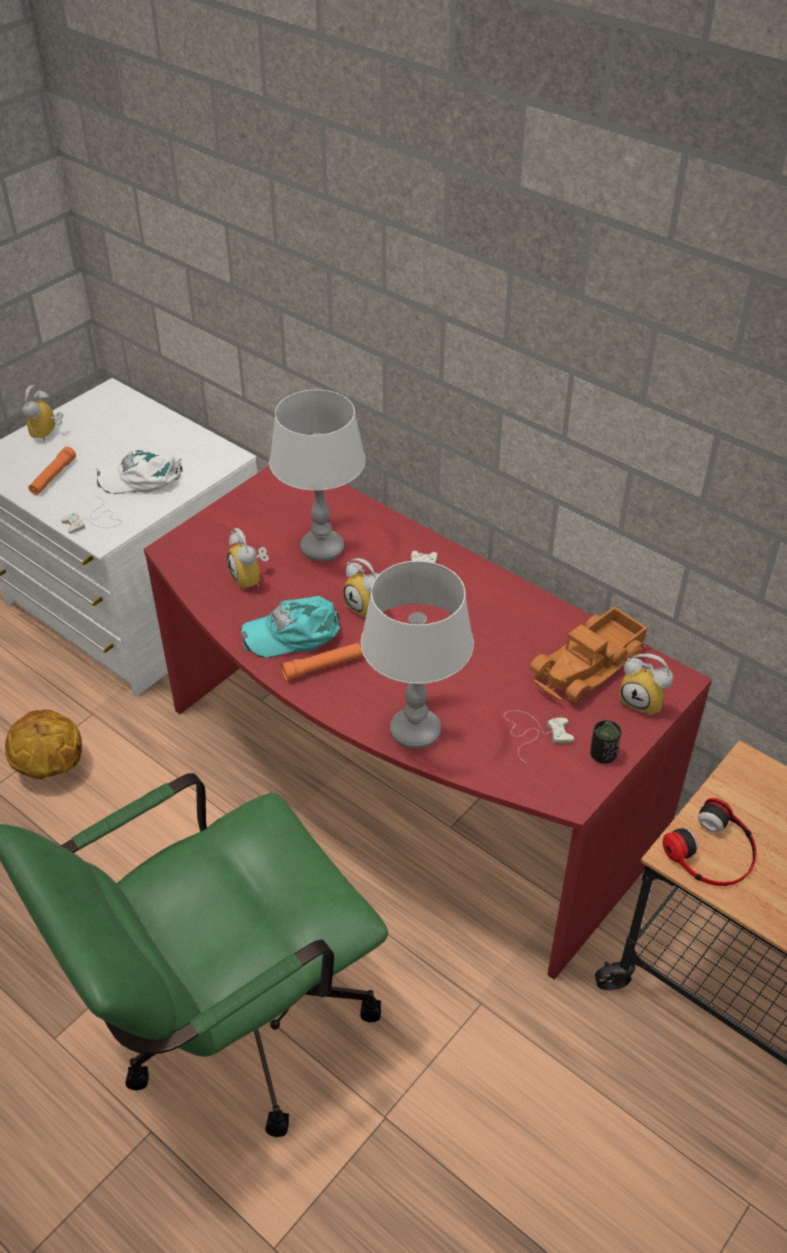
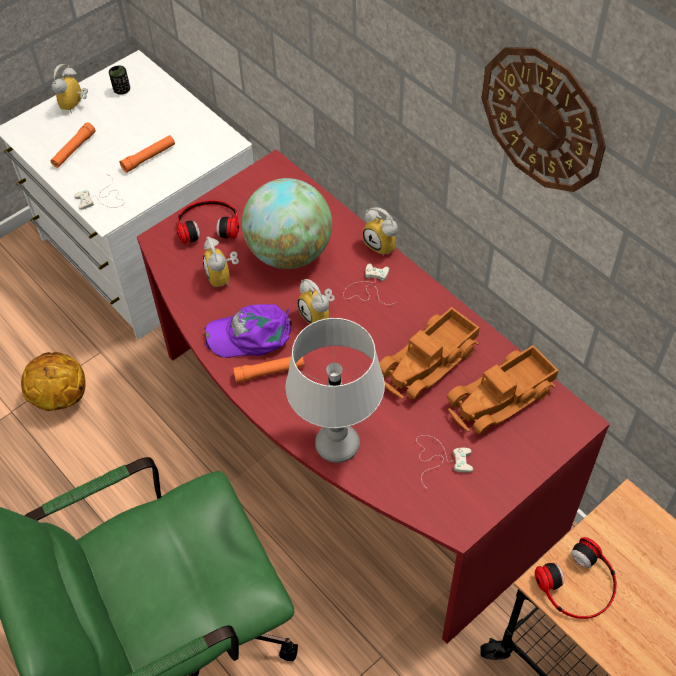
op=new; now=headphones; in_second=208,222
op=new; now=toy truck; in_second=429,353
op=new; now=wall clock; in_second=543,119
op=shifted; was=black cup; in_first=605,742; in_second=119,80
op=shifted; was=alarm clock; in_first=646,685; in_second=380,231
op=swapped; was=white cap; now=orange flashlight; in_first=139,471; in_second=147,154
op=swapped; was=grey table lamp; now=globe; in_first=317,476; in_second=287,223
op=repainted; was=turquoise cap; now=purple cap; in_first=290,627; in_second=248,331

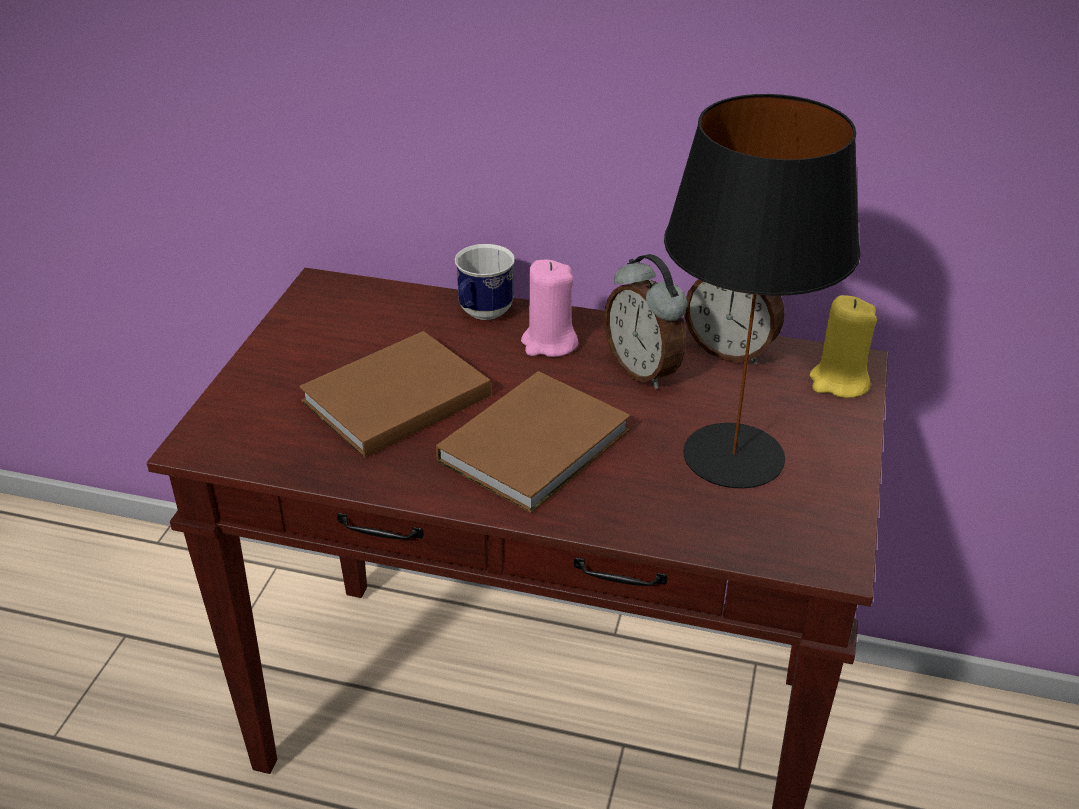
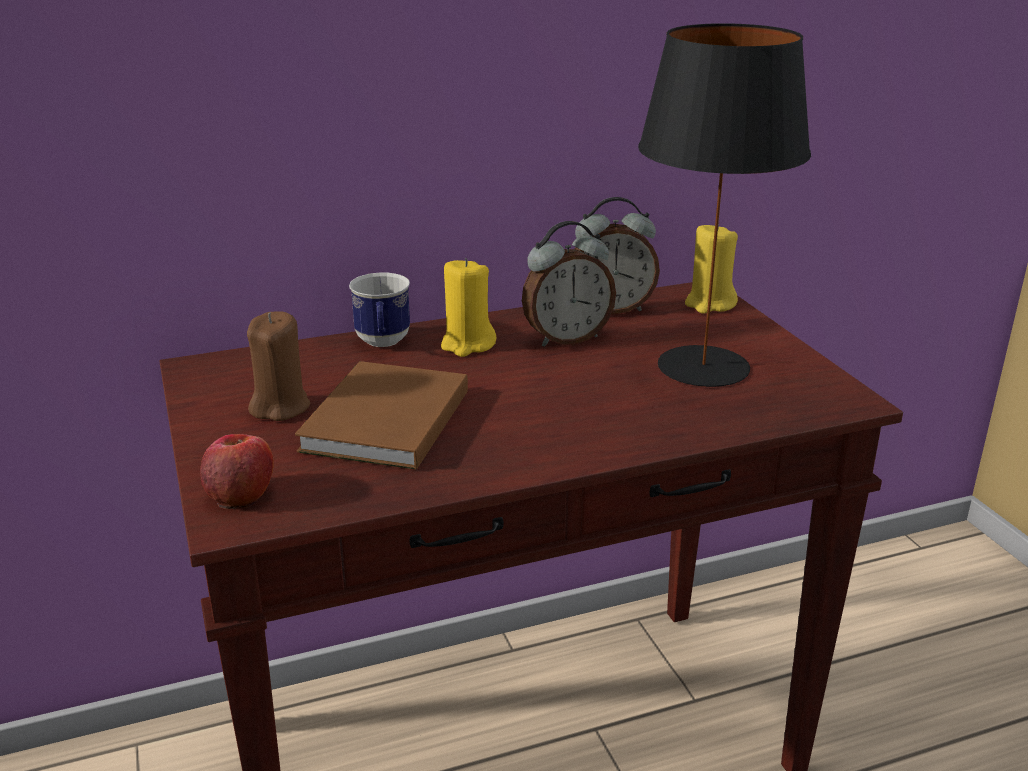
op=gone; was=brown book; in_first=533,442
op=new; now=apple; in_second=237,471
op=new; now=brown candle; in_second=279,366
op=repainted; was=pink candle; now=yellow candle; in_first=549,308; in_second=468,307
op=rotated; was=alarm clock; in_first=645,321; in_second=569,284; clockwise=-45

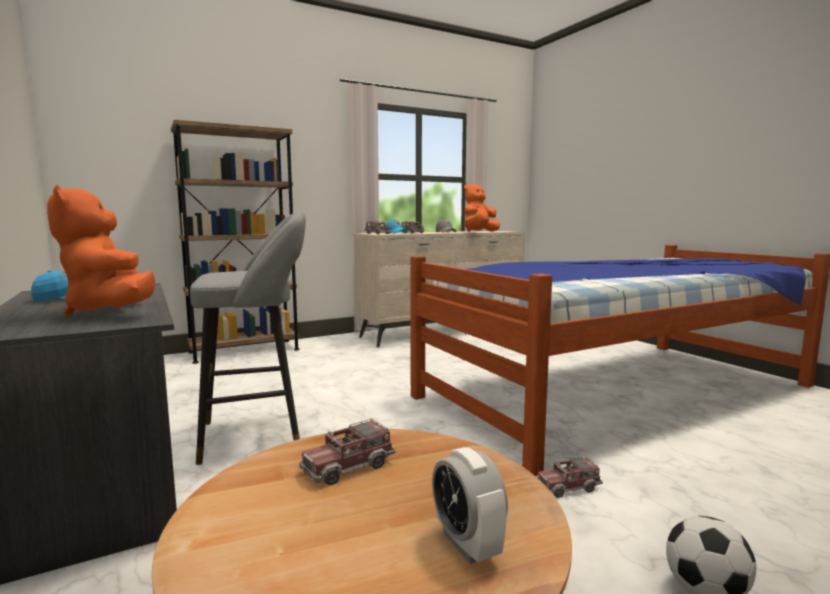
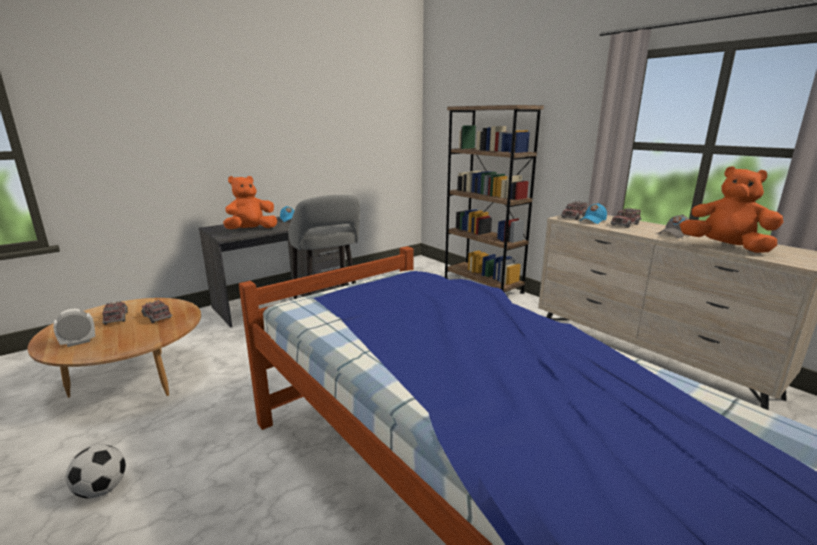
op=shifted; was=toy truck; in_first=570,477; in_second=115,313

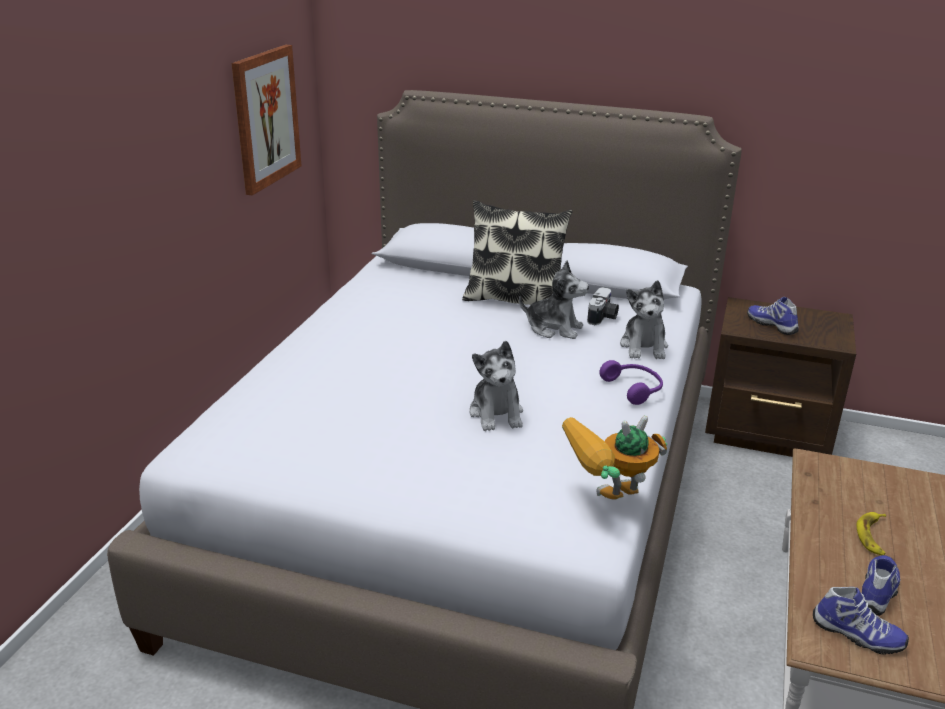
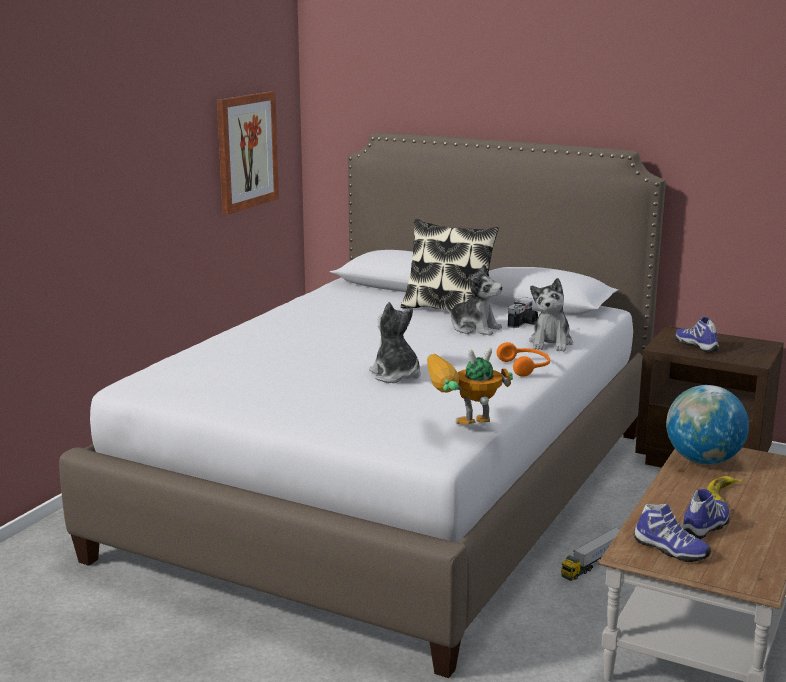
op=new; now=toy truck; in_second=590,554
op=new; now=globe; in_second=707,424
op=repainted; was=purple headphones; now=orange headphones; in_first=631,382; in_second=523,359
op=rotated; was=plush toy; in_first=496,386; in_second=395,342; clockwise=150

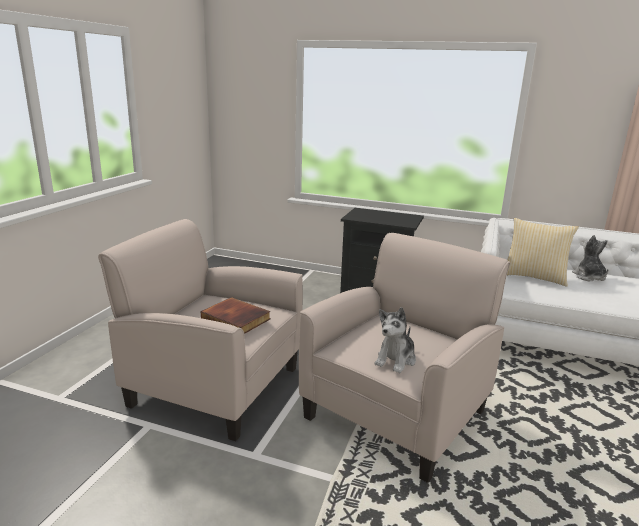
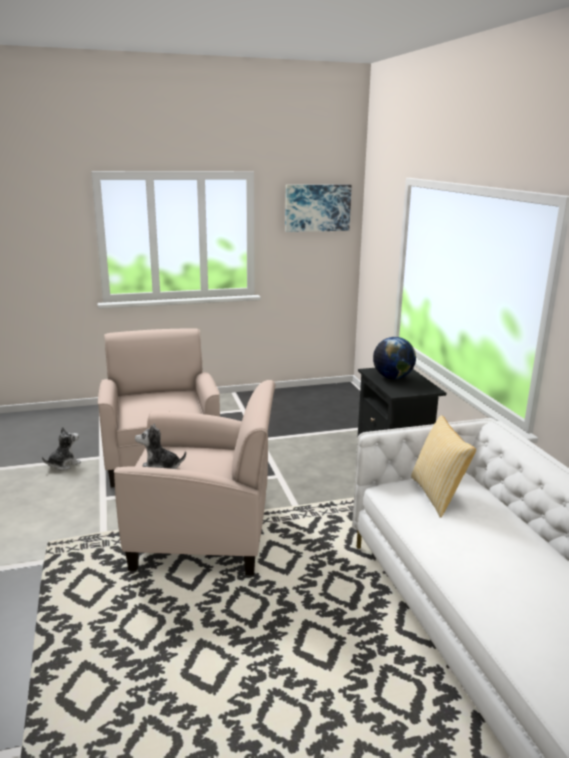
op=gone; was=book; in_first=235,315
op=new; now=picture; in_second=318,208
op=new; now=globe; in_second=394,358
op=shifted; was=plush toy; in_first=590,258; in_second=61,448

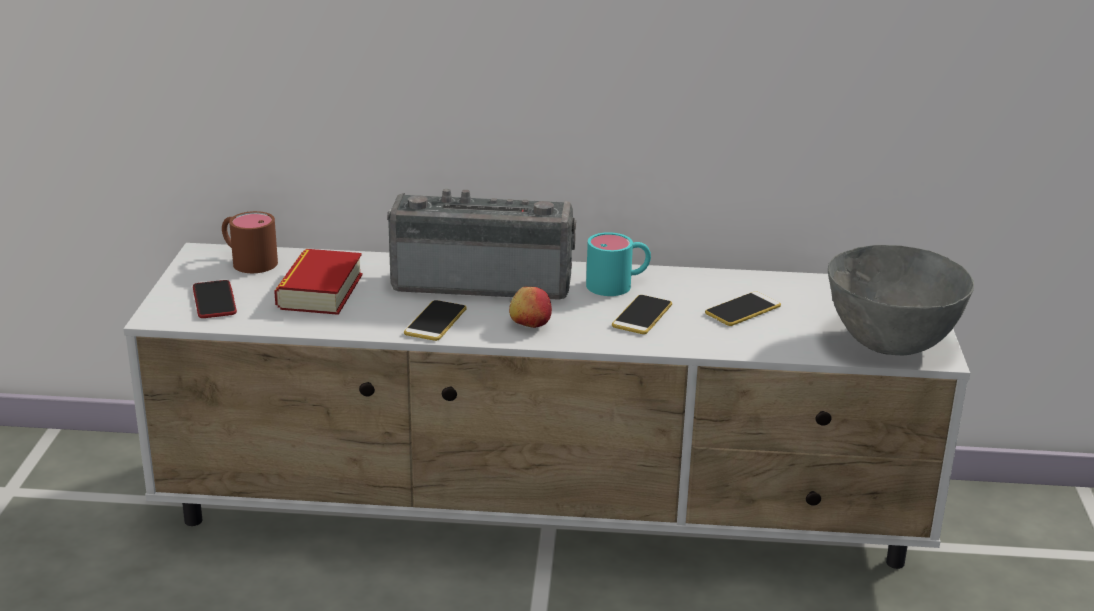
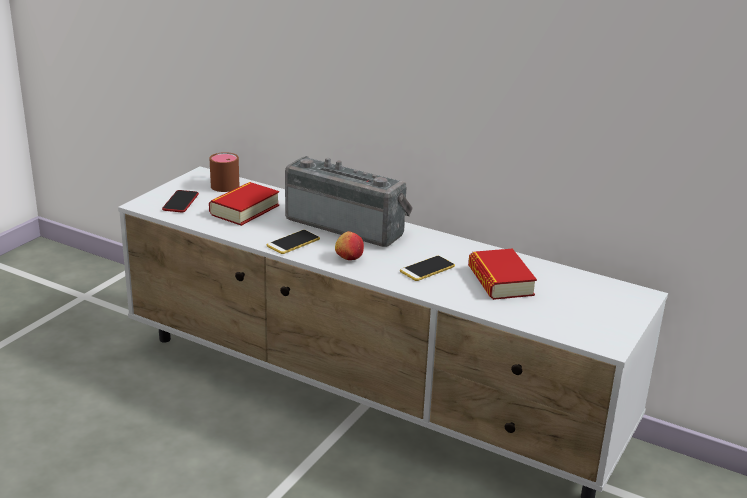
op=gone; was=turquoise mug; in_first=618,264
op=gone; was=grey bowl; in_first=901,300
op=swapped; was=phone; now=book; in_first=743,308; in_second=502,274

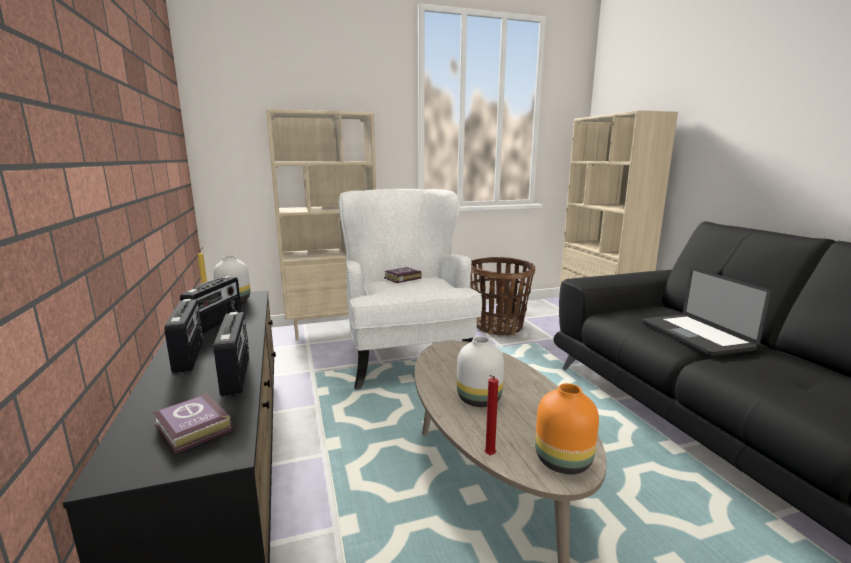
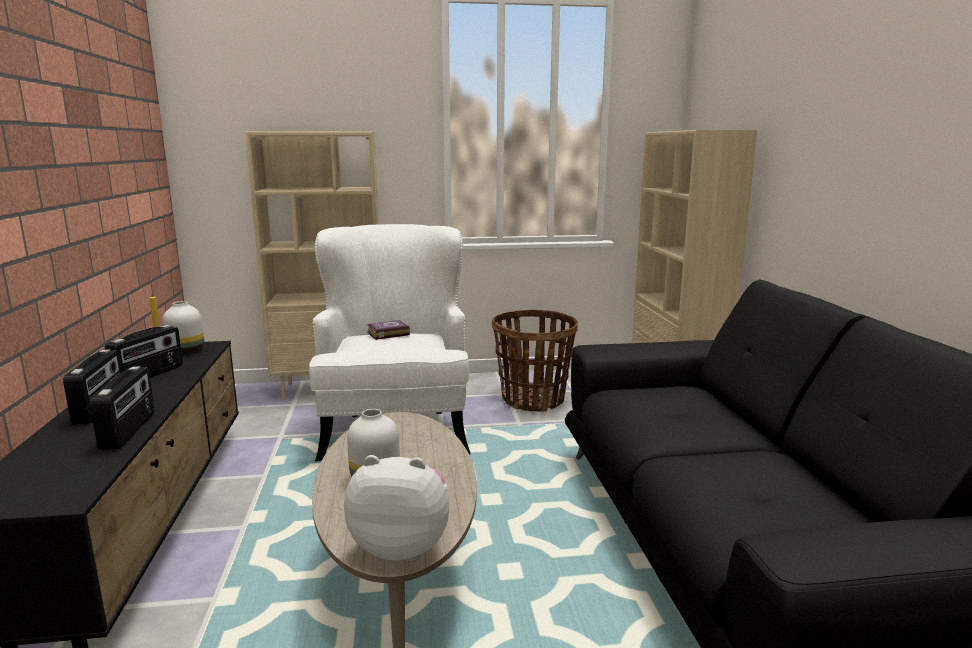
op=gone; was=book; in_first=192,423
op=gone; was=red candle; in_first=491,415
op=gone; was=laptop; in_first=706,312
op=swapped; was=orange vase; now=plush toy; in_first=567,428; in_second=396,508

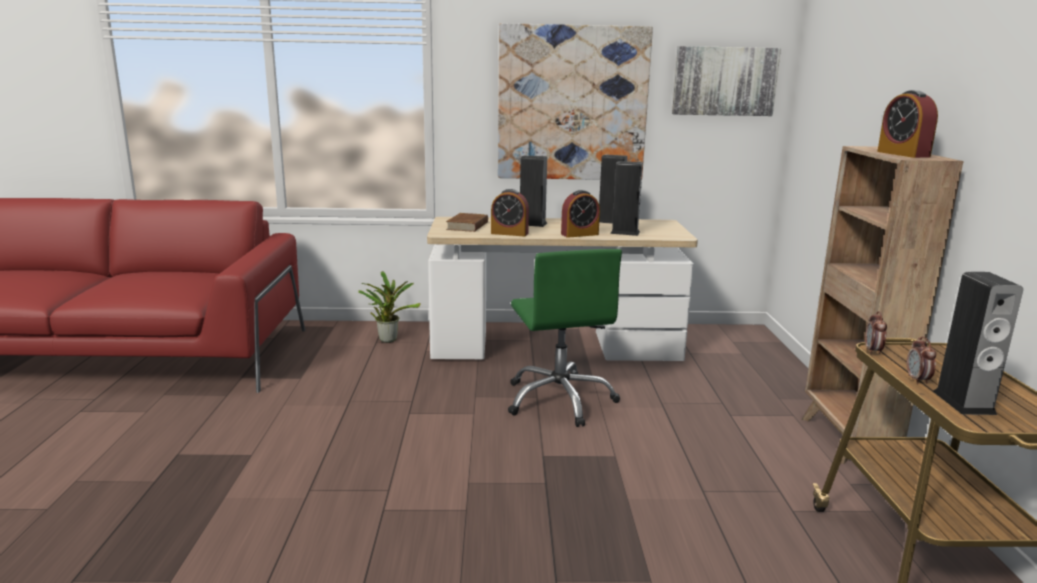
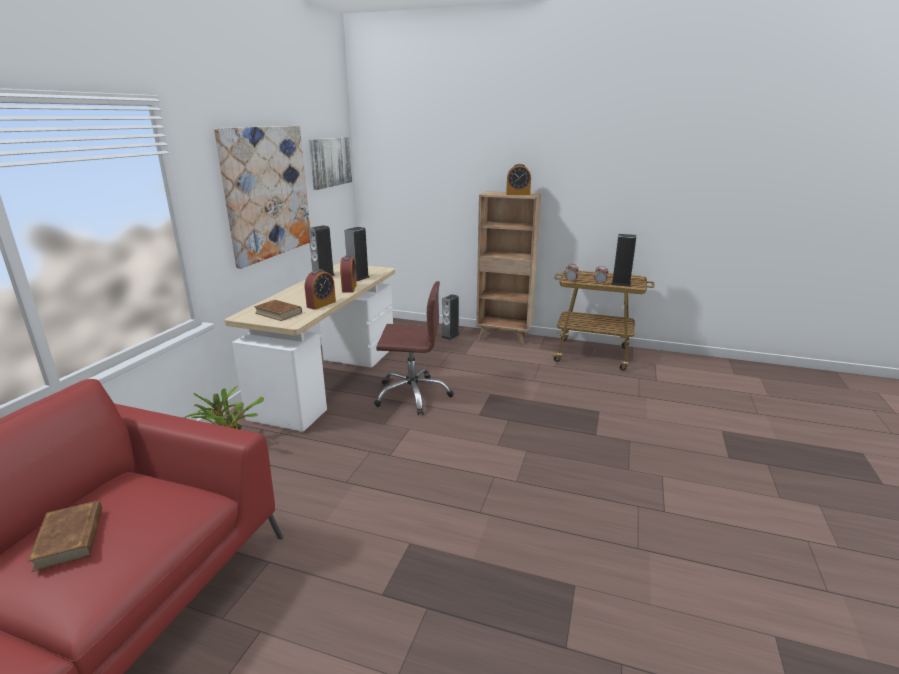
op=new; now=brown book; in_second=65,536
op=shifted; was=speaker; in_first=533,191; in_second=450,317
op=repainted; was=green office chair; now=brown office chair; in_first=565,338; in_second=414,348

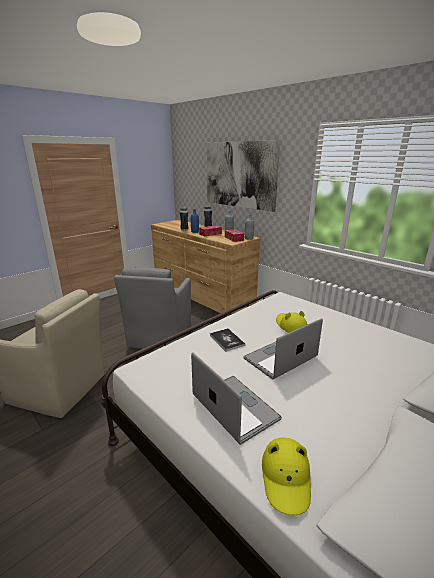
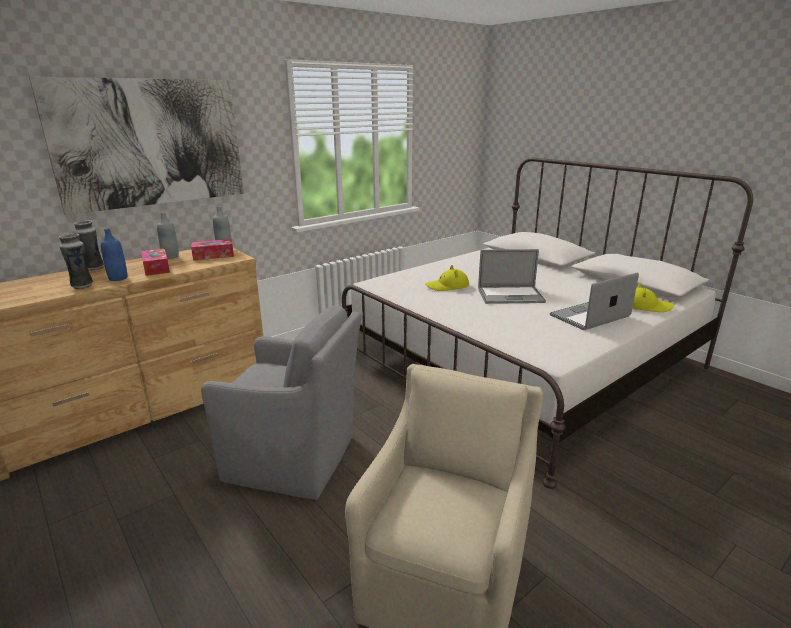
op=gone; was=book; in_first=227,340
op=rotated; was=laptop; in_first=283,349; in_second=512,276; clockwise=-60

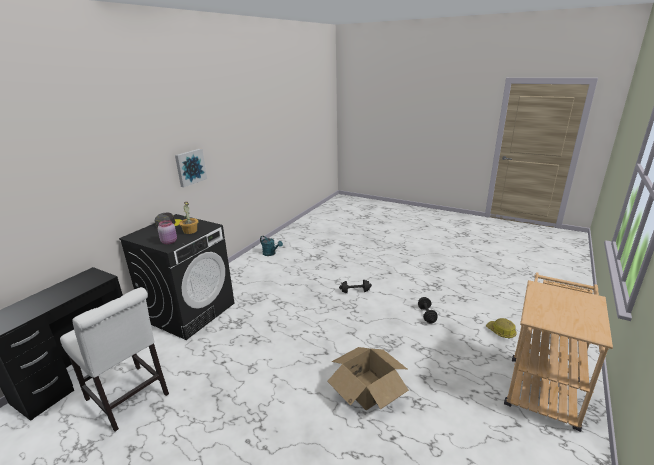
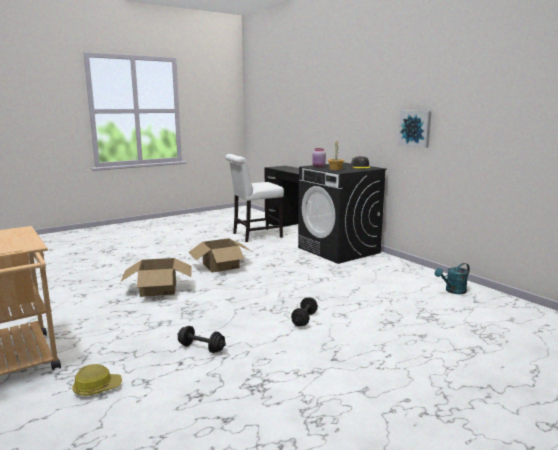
op=new; now=cardboard box; in_second=220,255

